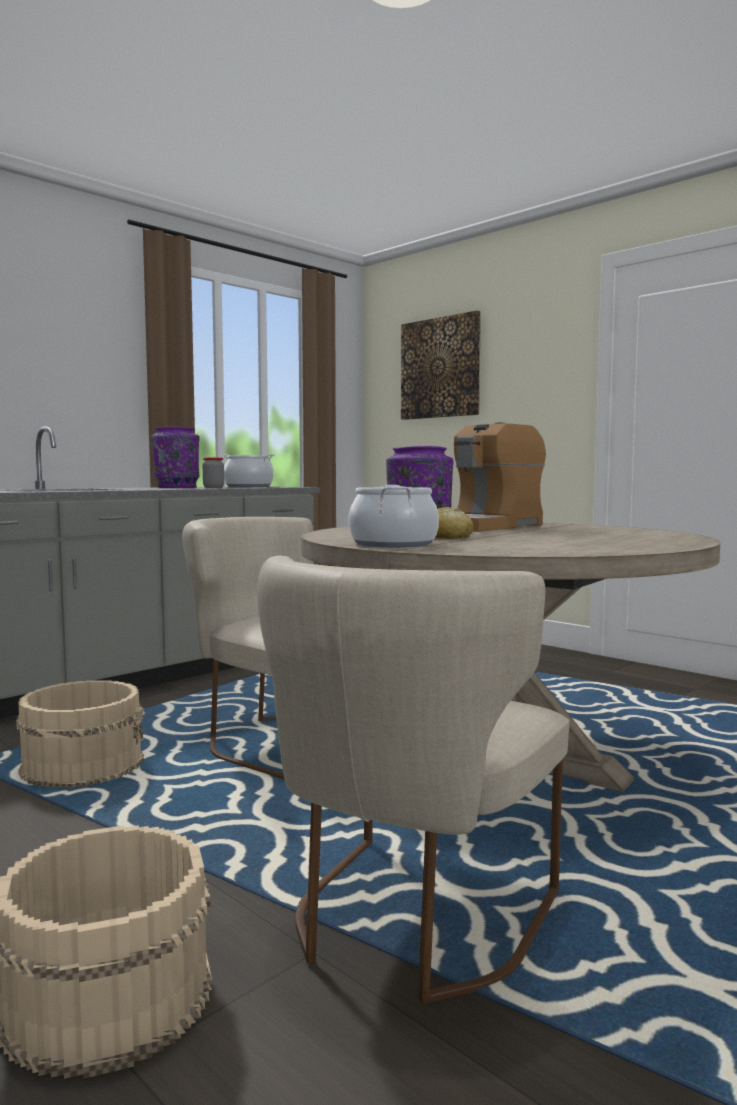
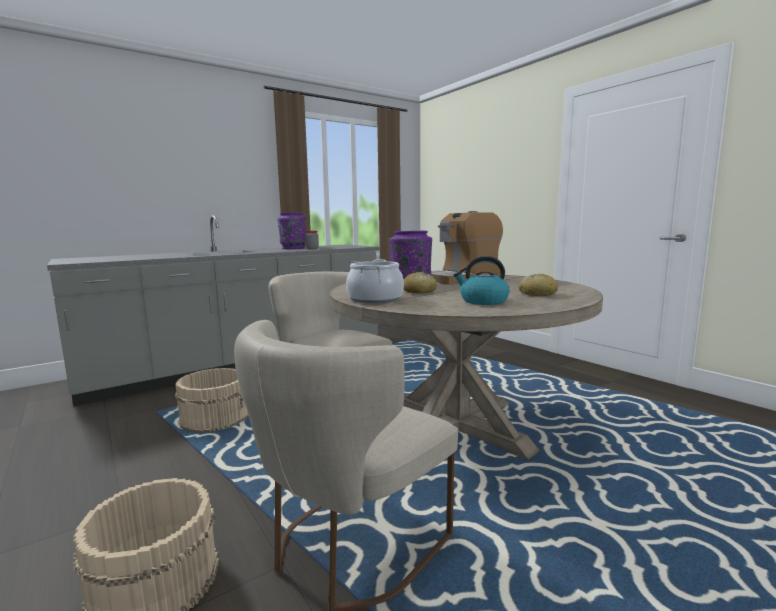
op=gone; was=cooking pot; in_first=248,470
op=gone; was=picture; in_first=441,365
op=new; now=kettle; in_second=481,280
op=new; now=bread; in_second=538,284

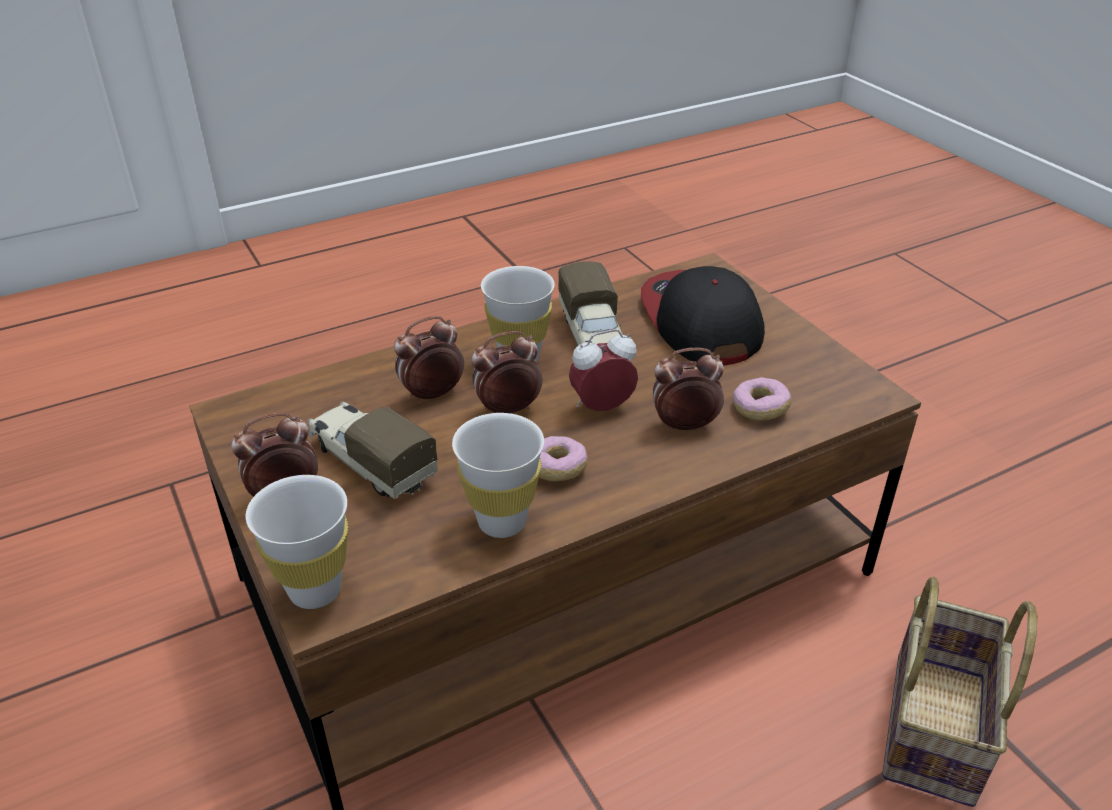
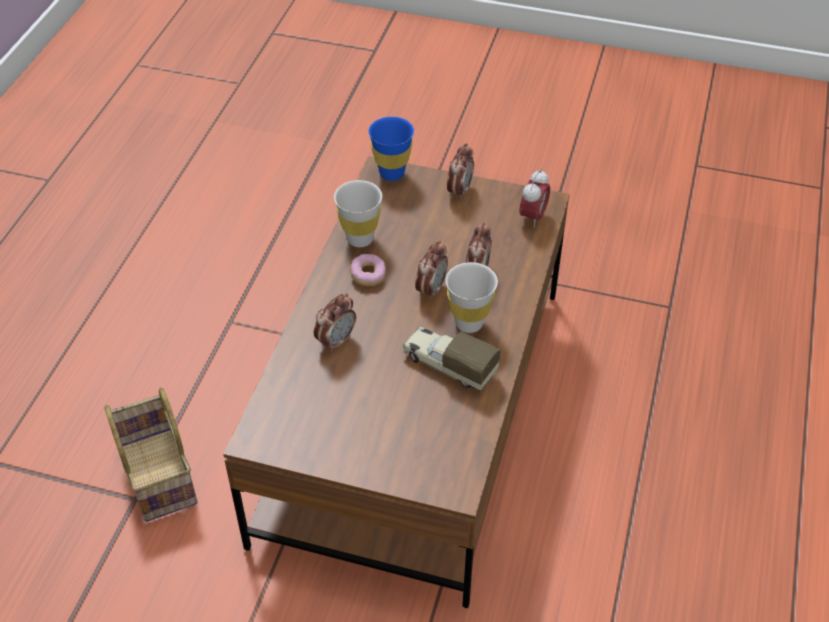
op=gone; was=toy truck; in_first=373,450
op=gone; was=cap; in_first=703,316
op=gone; was=donut; in_first=762,398
op=shifted; was=alarm clock; in_first=603,370; in_second=535,198
op=repainted; was=white cup; now=blue cup; in_first=297,542; in_second=391,149

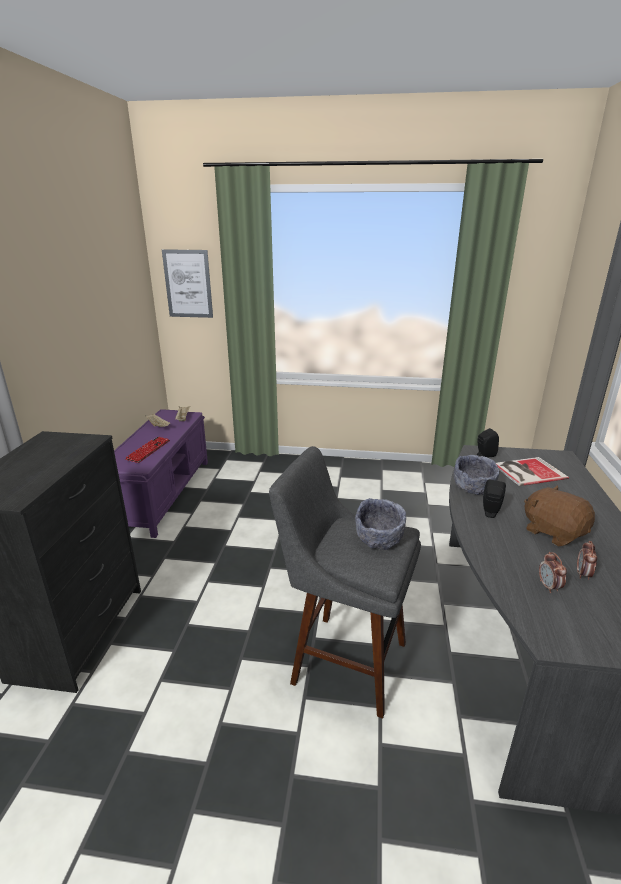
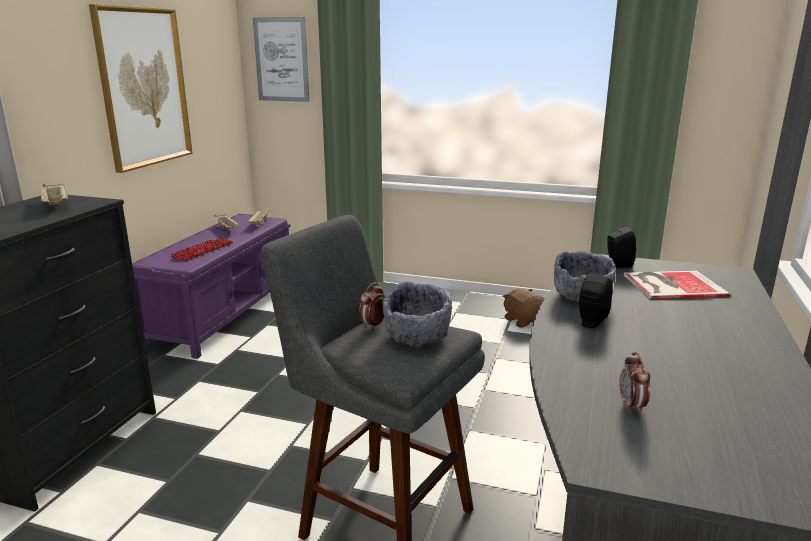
op=new; now=beige tray; in_second=54,195
op=new; now=picture; in_second=141,88
op=shifted; was=brown plush toy; in_first=559,515; in_second=524,307
op=shifted; was=alarm clock; in_first=587,560; in_second=372,305

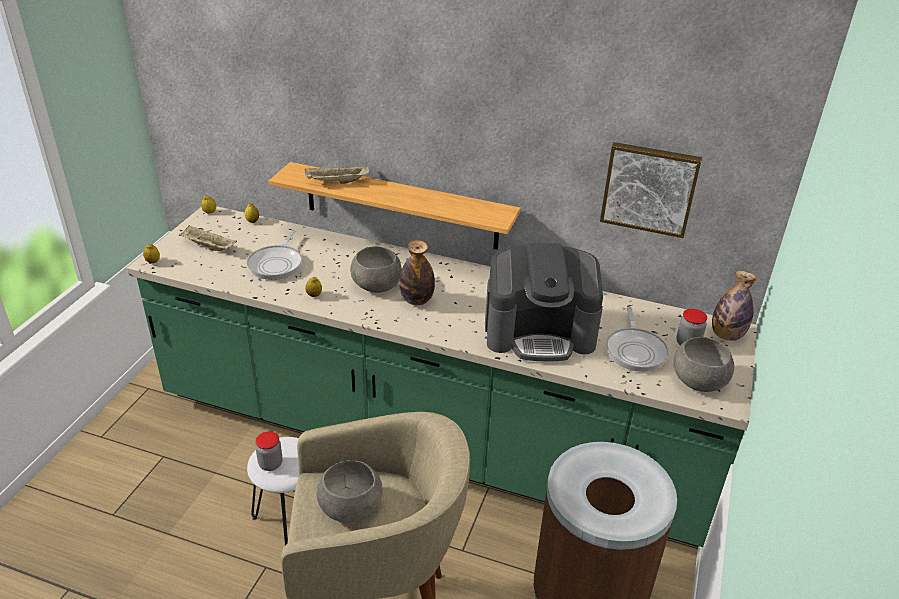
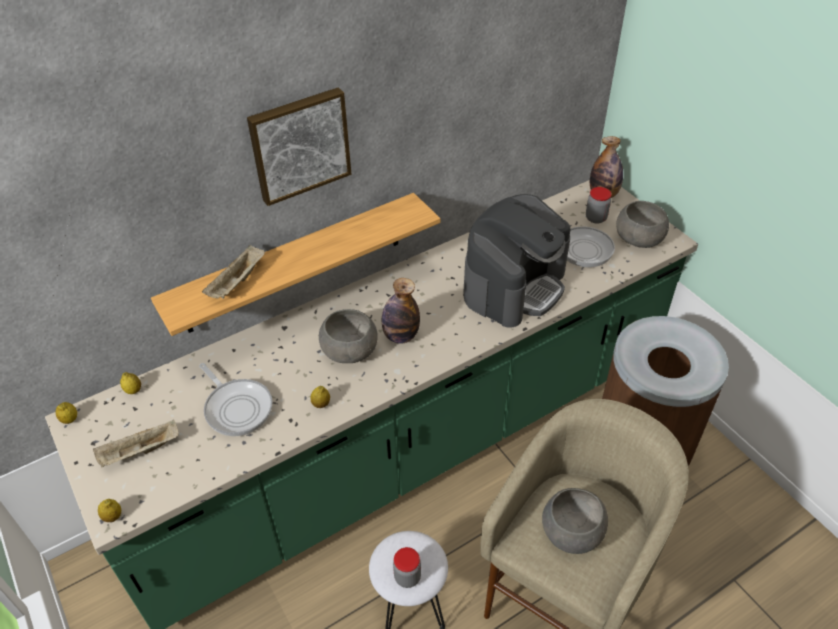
op=shifted; was=picture; in_first=651,190; in_second=299,146

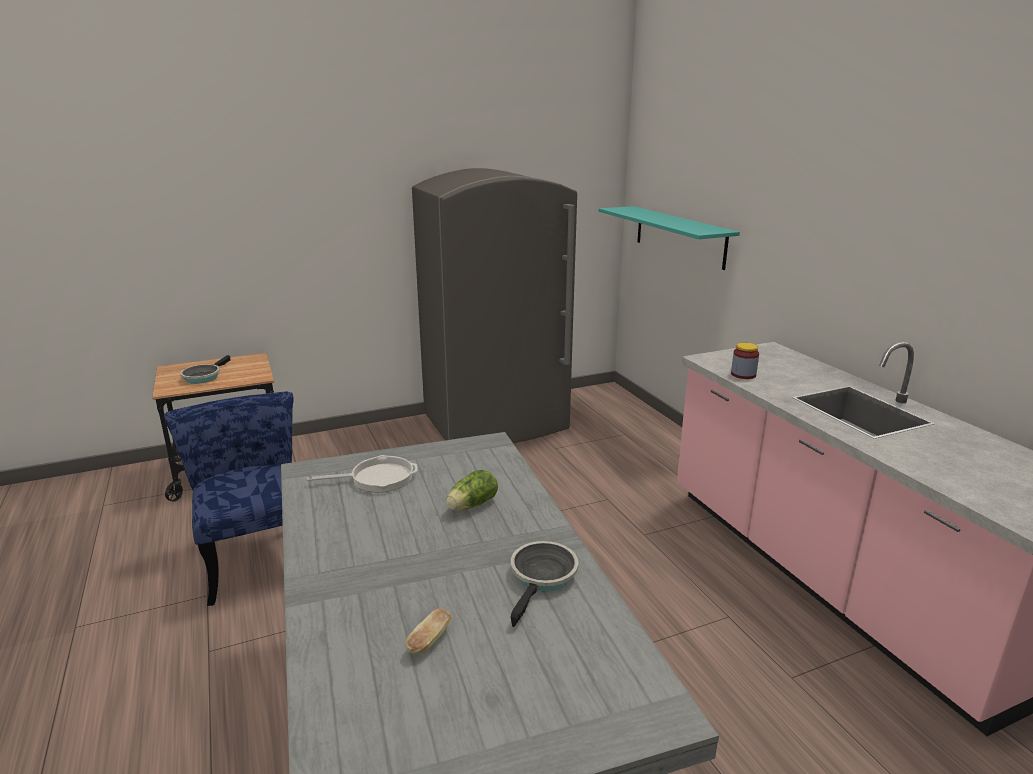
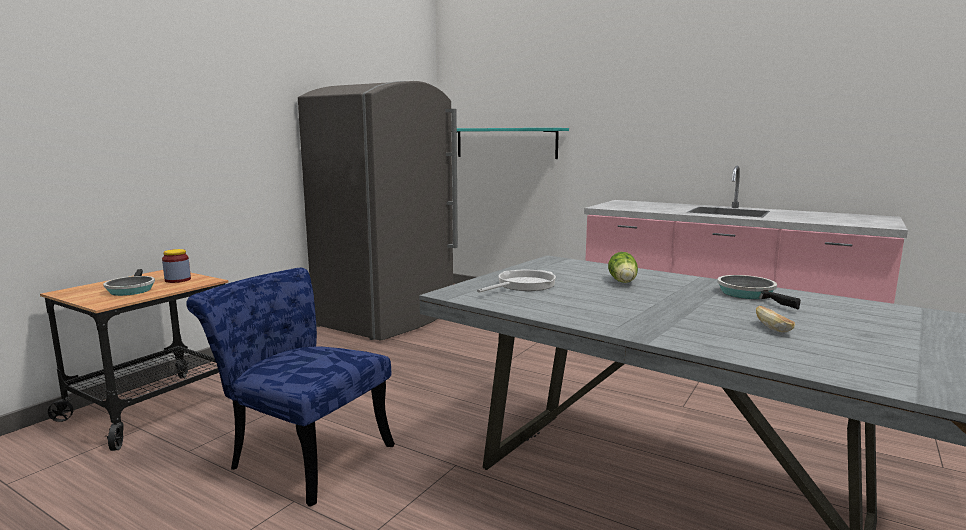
op=shifted; was=jar; in_first=745,361; in_second=176,266

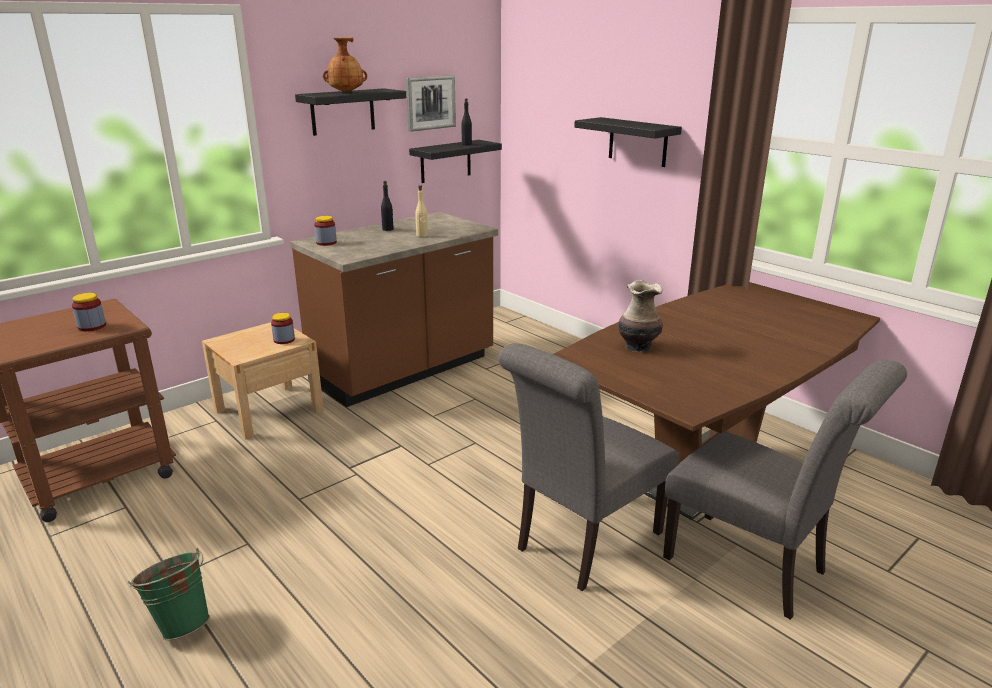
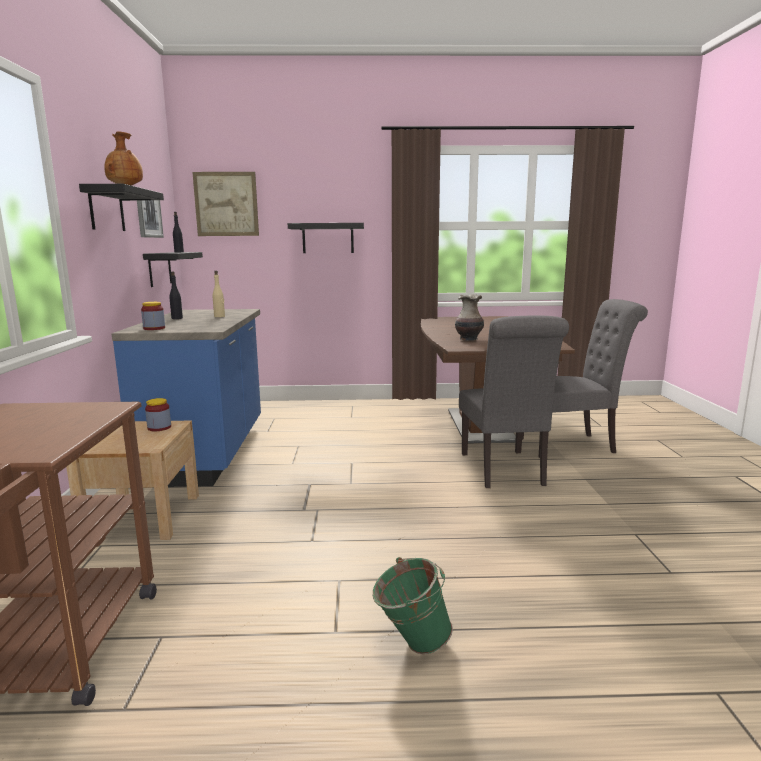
op=gone; was=jar; in_first=89,312
op=new; now=picture; in_second=225,204
op=repainted; was=brown counter; now=blue counter; in_first=394,309; in_second=186,398

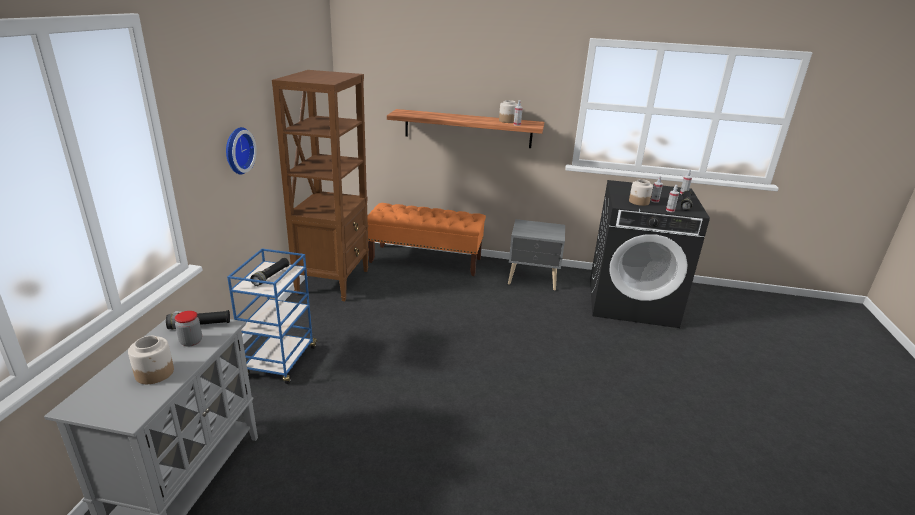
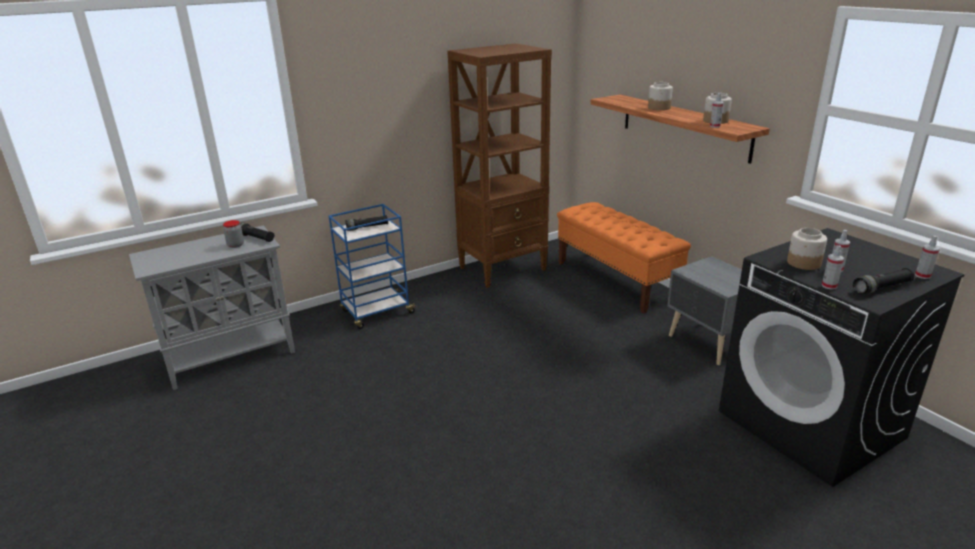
op=gone; was=wall clock; in_first=241,151
op=shifted; was=jar; in_first=151,360; in_second=660,96

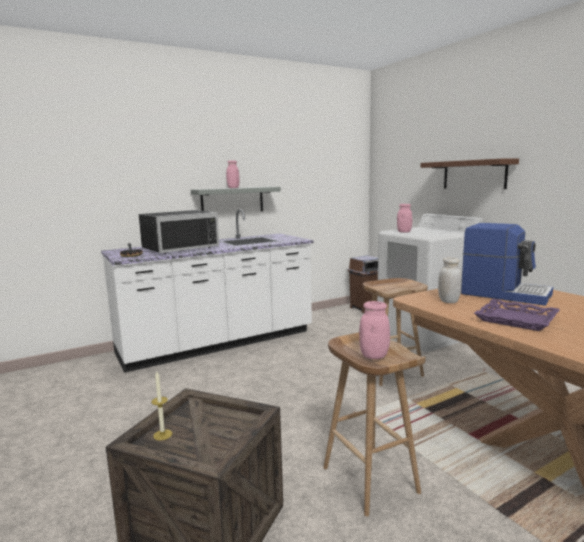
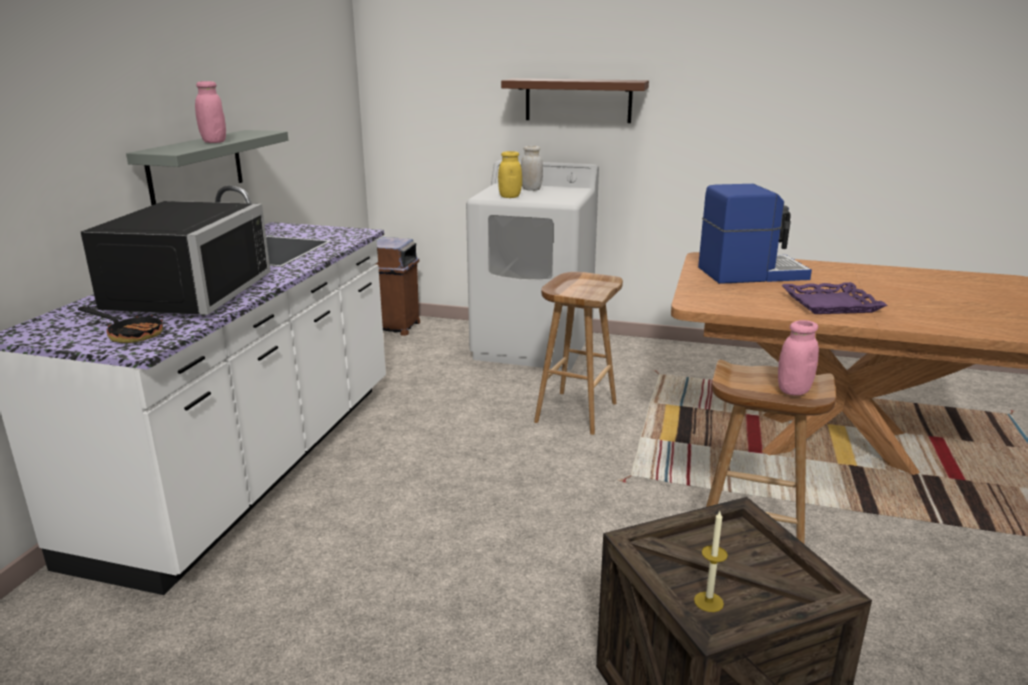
op=shifted; was=white jar; in_first=450,280; in_second=532,168
op=repainted; was=pink jar; now=yellow jar; in_first=404,218; in_second=510,174

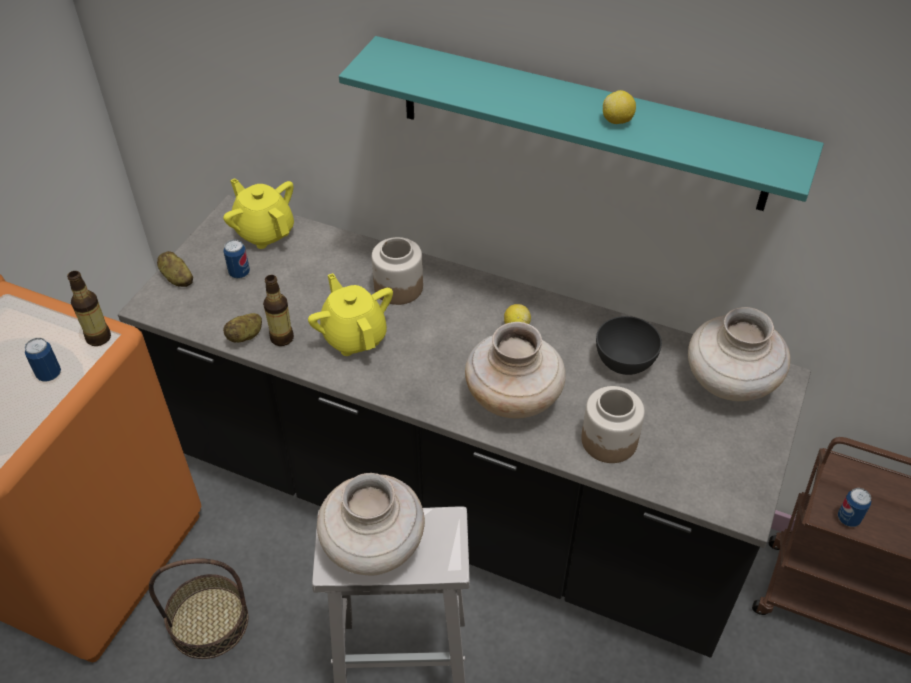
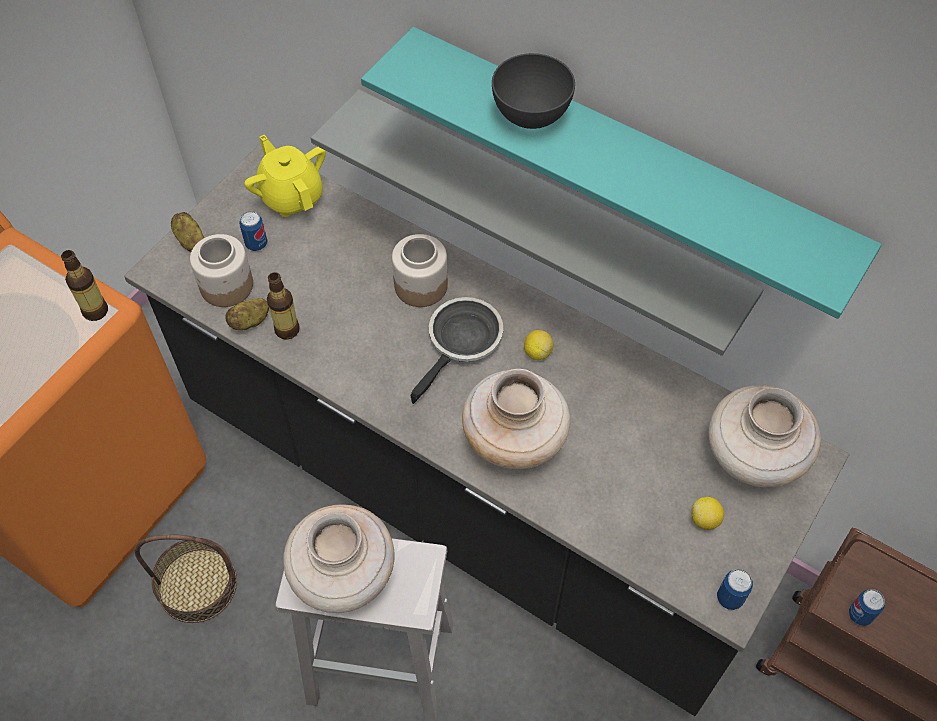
op=gone; was=yellow teapot; in_first=350,314
op=new; now=grey shelf; in_second=537,223
op=new; now=frying pan; in_second=456,350
op=shifted; was=can; in_first=43,360; in_second=735,589
op=shifted; was=jar; in_first=613,424; in_second=221,270
op=shifted; was=grey bowl; in_first=629,345; in_second=533,91
op=shifted; was=lemon; in_first=619,107; in_second=707,513

